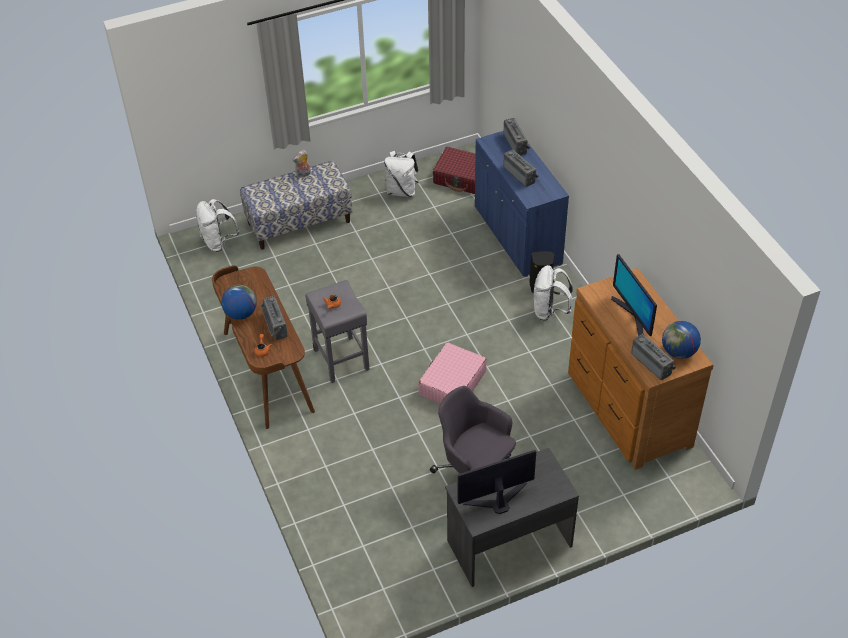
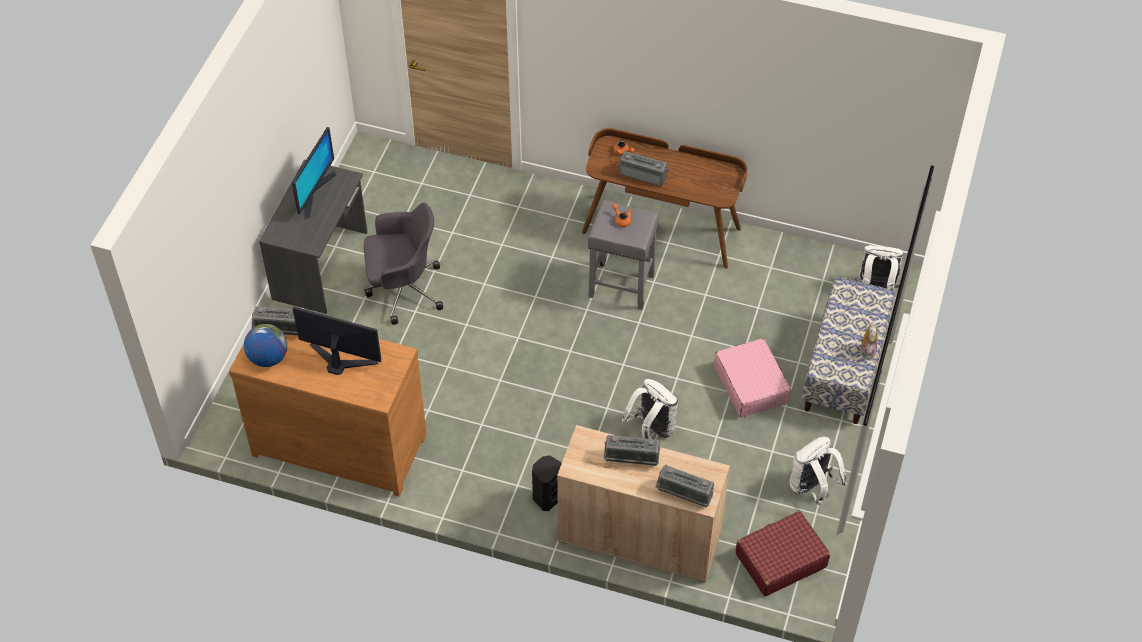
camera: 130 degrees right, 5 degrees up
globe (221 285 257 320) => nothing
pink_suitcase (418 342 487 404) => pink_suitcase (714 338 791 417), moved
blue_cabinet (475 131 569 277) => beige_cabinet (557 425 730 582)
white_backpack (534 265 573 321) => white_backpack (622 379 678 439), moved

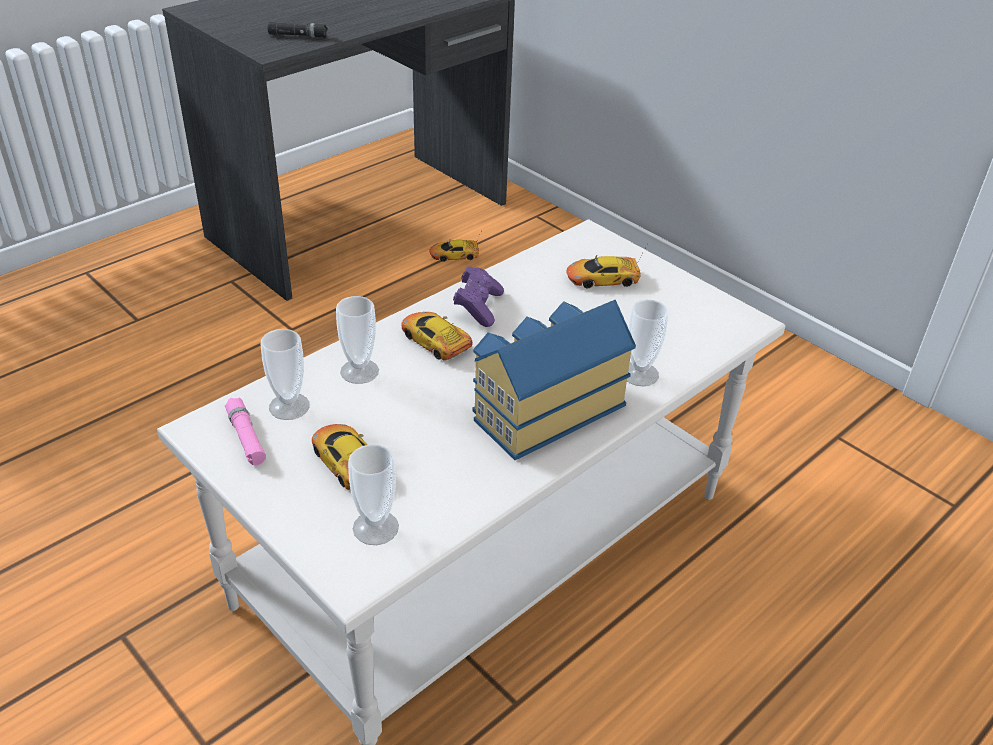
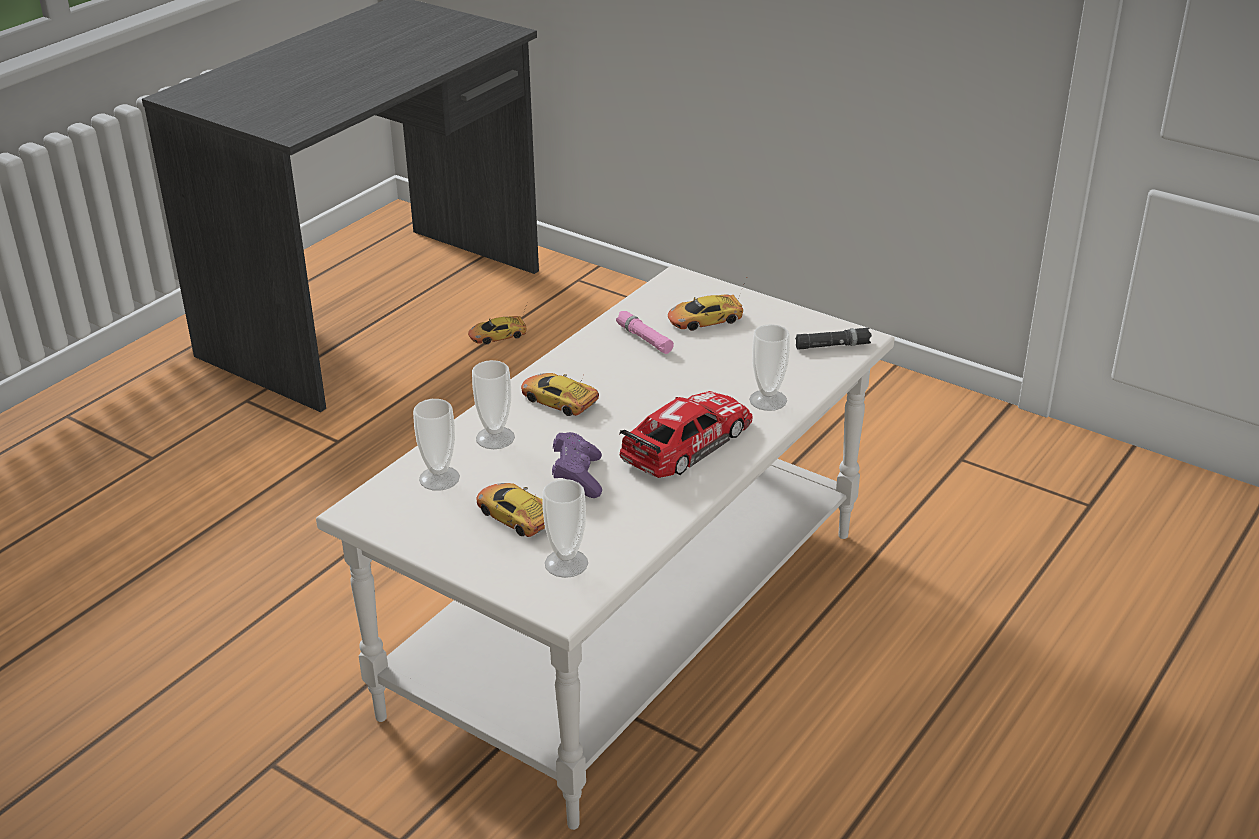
camera: 10 degrees left, 5 degrees down
pink_flashlight (225 398 266 466) => pink_flashlight (616 311 674 354), moved
black_flashlight (268 22 328 37) => black_flashlight (795 328 872 350), moved
purple_game_controller (453 266 504 327) => purple_game_controller (552 432 602 498), moved
toy_house (472 300 636 460) => toy_car (619 391 752 478)

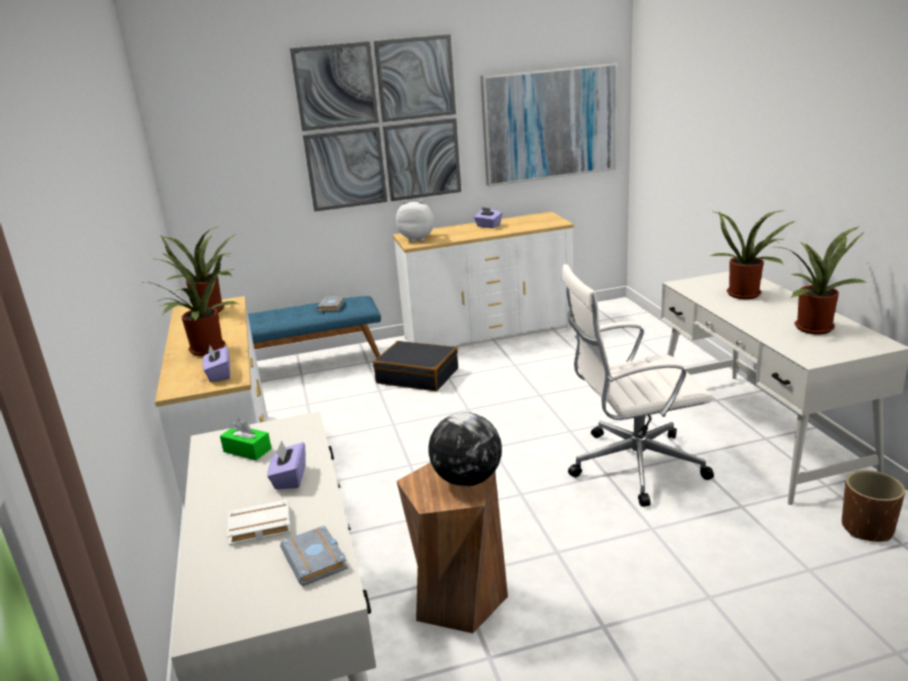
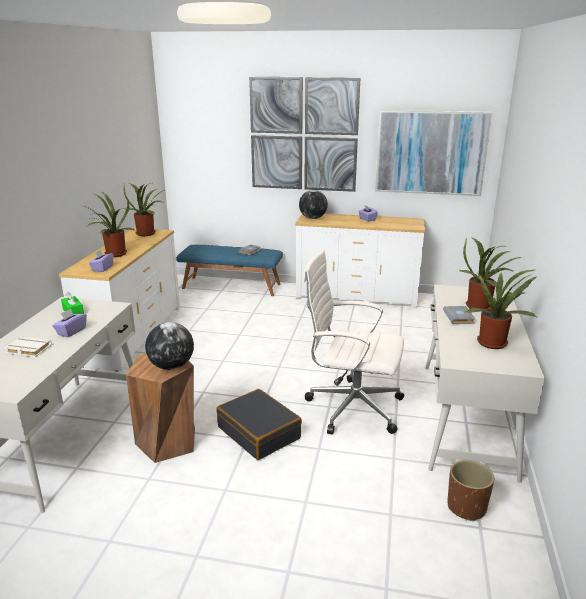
camera: 25 degrees right, 0 degrees up
grey_book (280 525 348 586) => grey_book (443 306 475 324), moved
black_suitcase (373 341 458 391) => black_suitcase (216 389 302 460), moved
plush_toy (396 200 435 242) => globe (299 190 328 219)

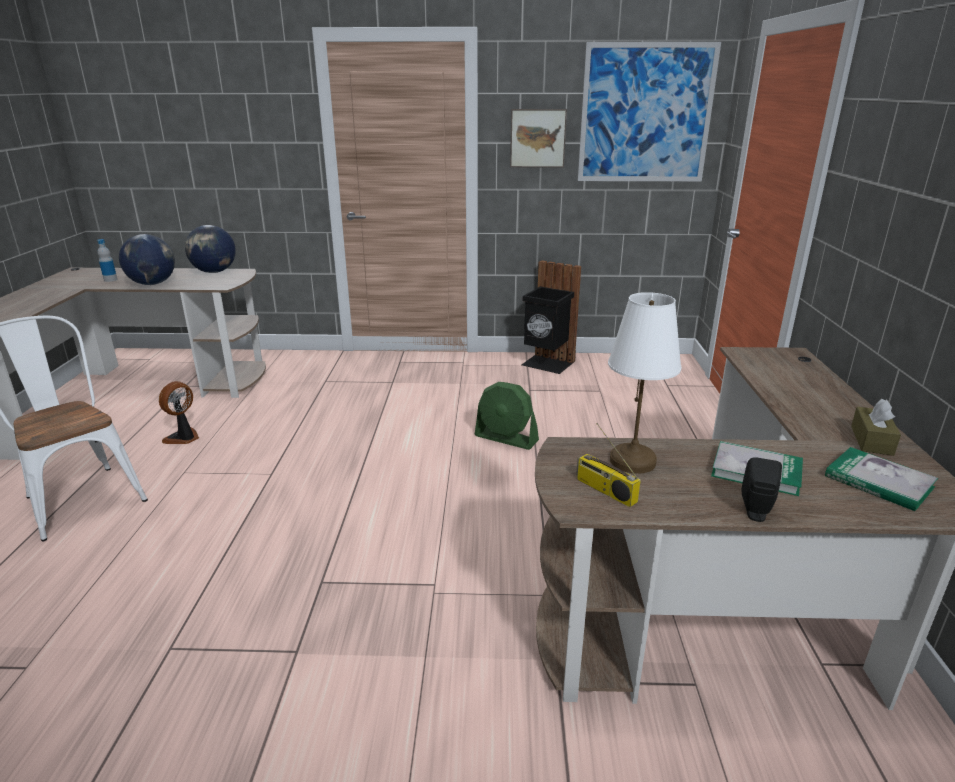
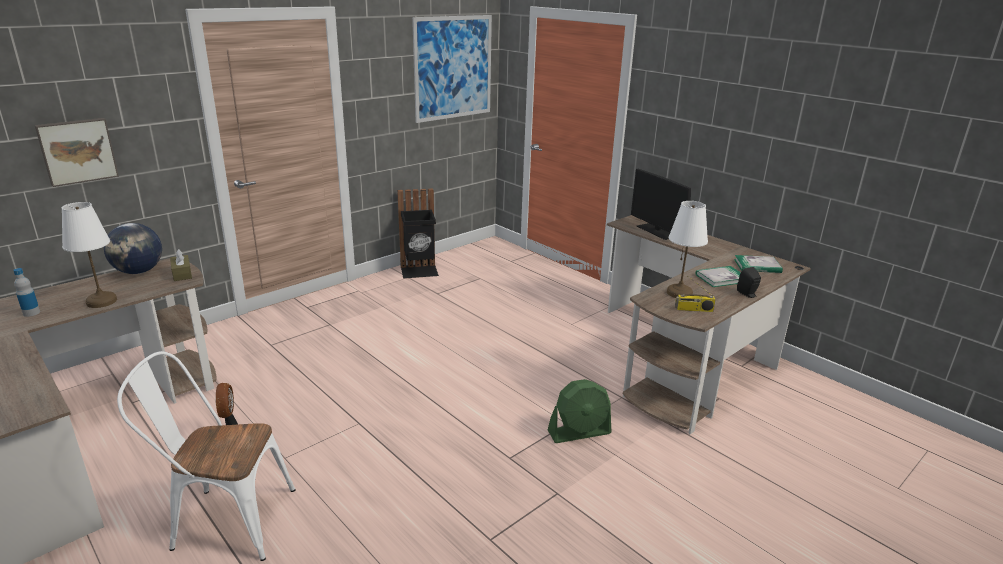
camera: 45 degrees left, 0 degrees up
globe (119 234 175 285) => white_table_lamp (62 202 117 308)
green_fan (475 382 539 450) => green_fan (548 379 611 443), moved
picture (510 109 567 167) => picture (34 118 119 187), moved
brown_tissue_box (851 399 901 456) => brown_tissue_box (170 249 192 281), moved
nothing => monitor (631 169 691 240)

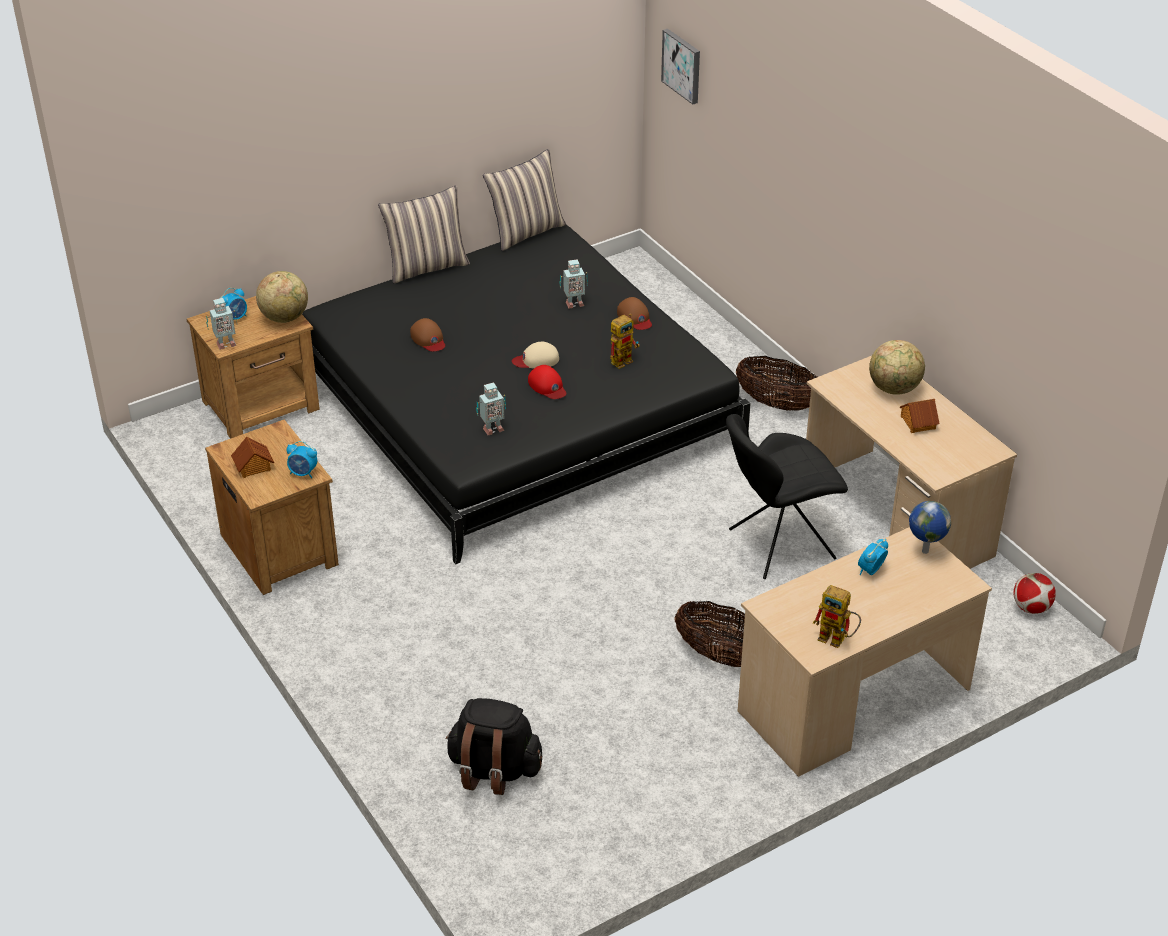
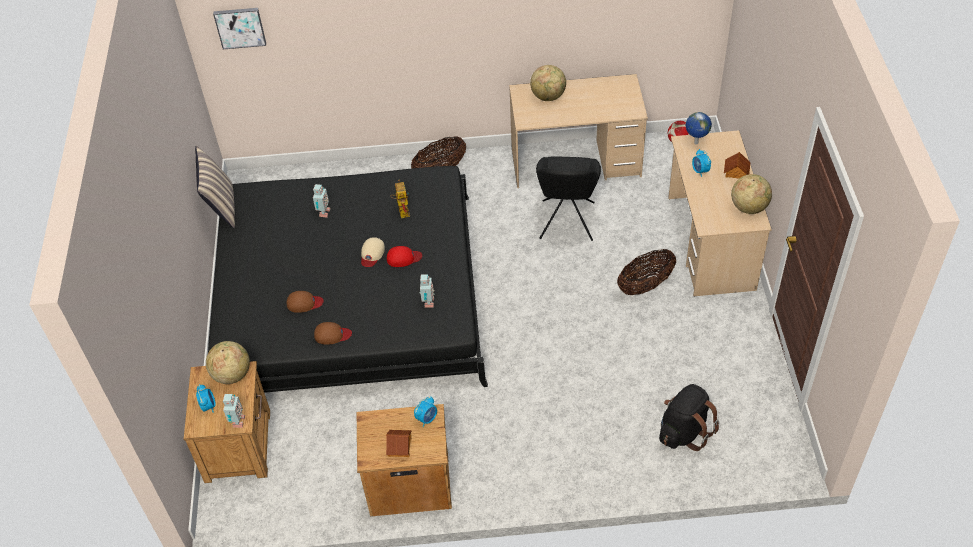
camera: 60 degrees left, 10 degrees up
pillow (378 185 470 283) => nothing
brown_cap (617 297 652 330) => brown_cap (314 322 352 345), moved
toy_robot (813 585 861 648) => globe (731 174 772 214)
toy_house (900 399 940 433) => toy_house (724 152 750 178), moved

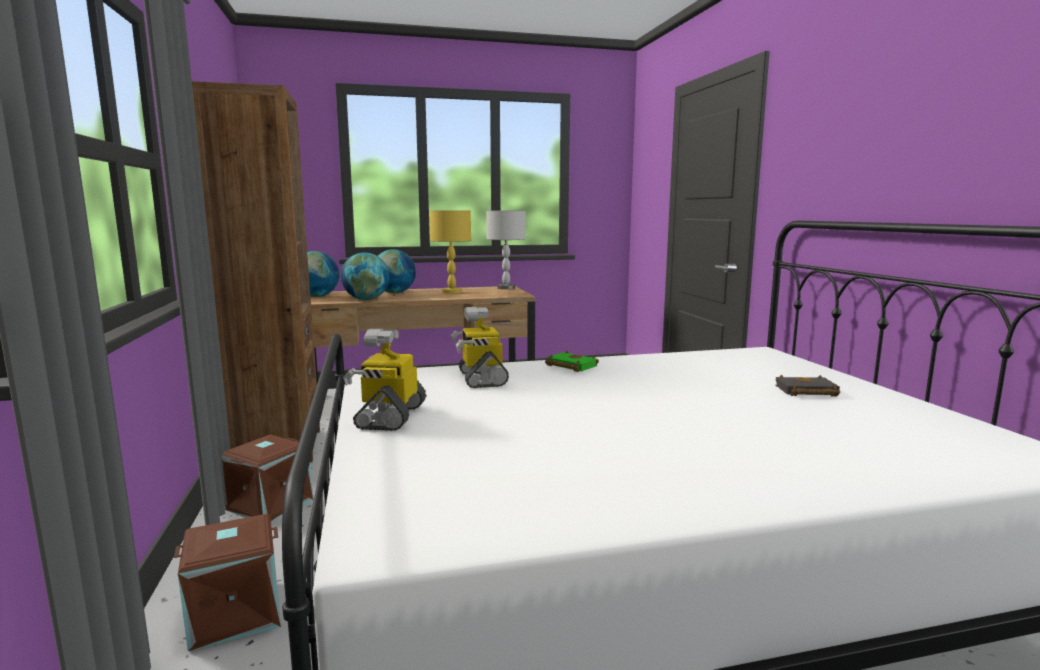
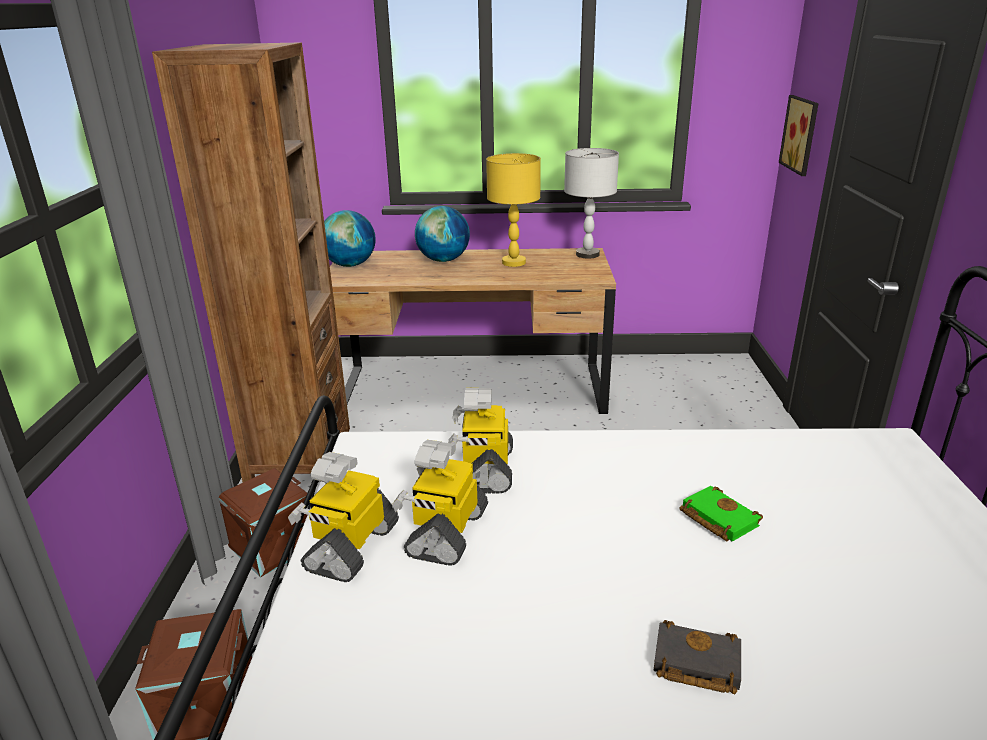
camera: 15 degrees right, 15 degrees up
globe (341 252 389 300) => nothing
green_book (545 351 599 372) => green_book (680 486 763 542), moved
black_book (775 375 840 396) => black_book (654 620 741 694), moved
nothing => toy_robot (392 440 488 566)
nothing => picture (779 95 819 176)

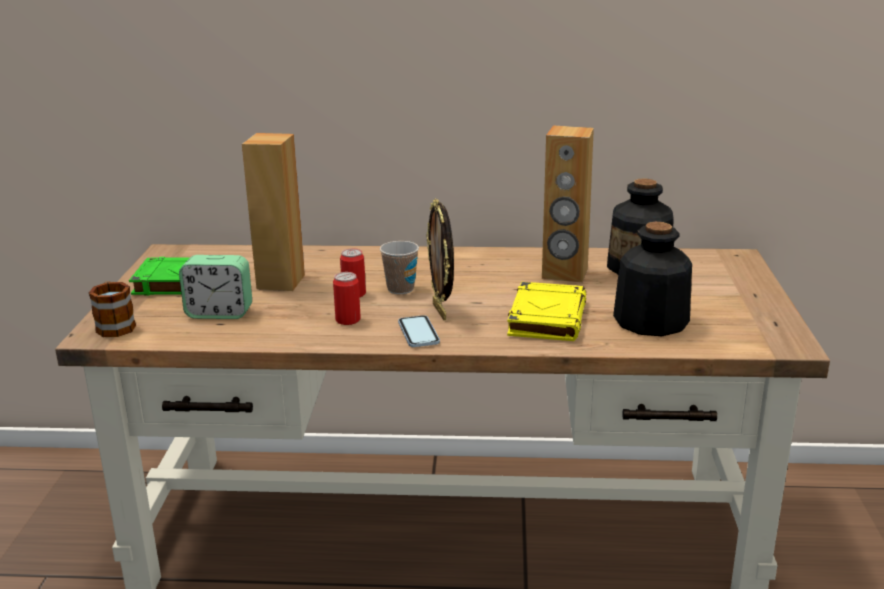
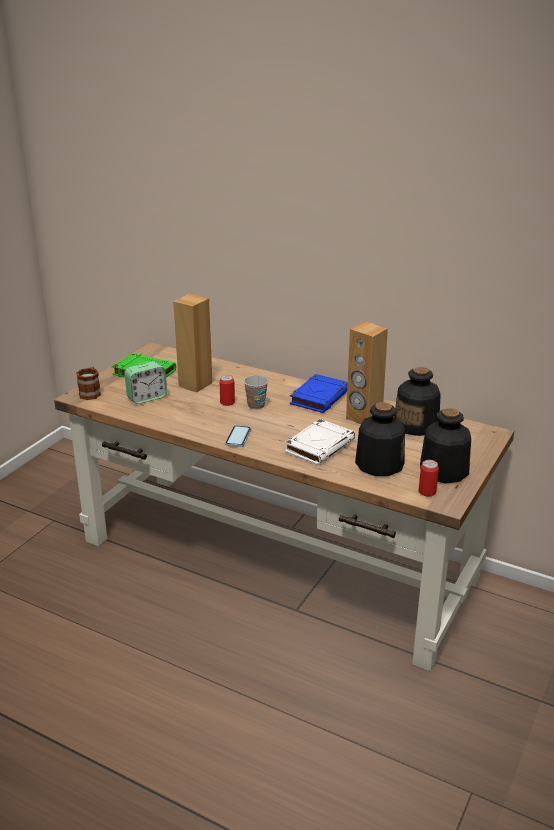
camera: 25 degrees right, 5 degrees up
alarm_clock (179 255 252 319) => alarm_clock (124 361 167 404), 60 degrees counterclockwise
can (333 272 361 325) => can (419 460 439 497), moved
picture_frame (426 199 454 320) => nothing
yellow_book (507 282 586 341) => white_book (285 419 355 465)
nothing => blue_book (290 374 348 413)
nothing => bottle (420 408 471 483)

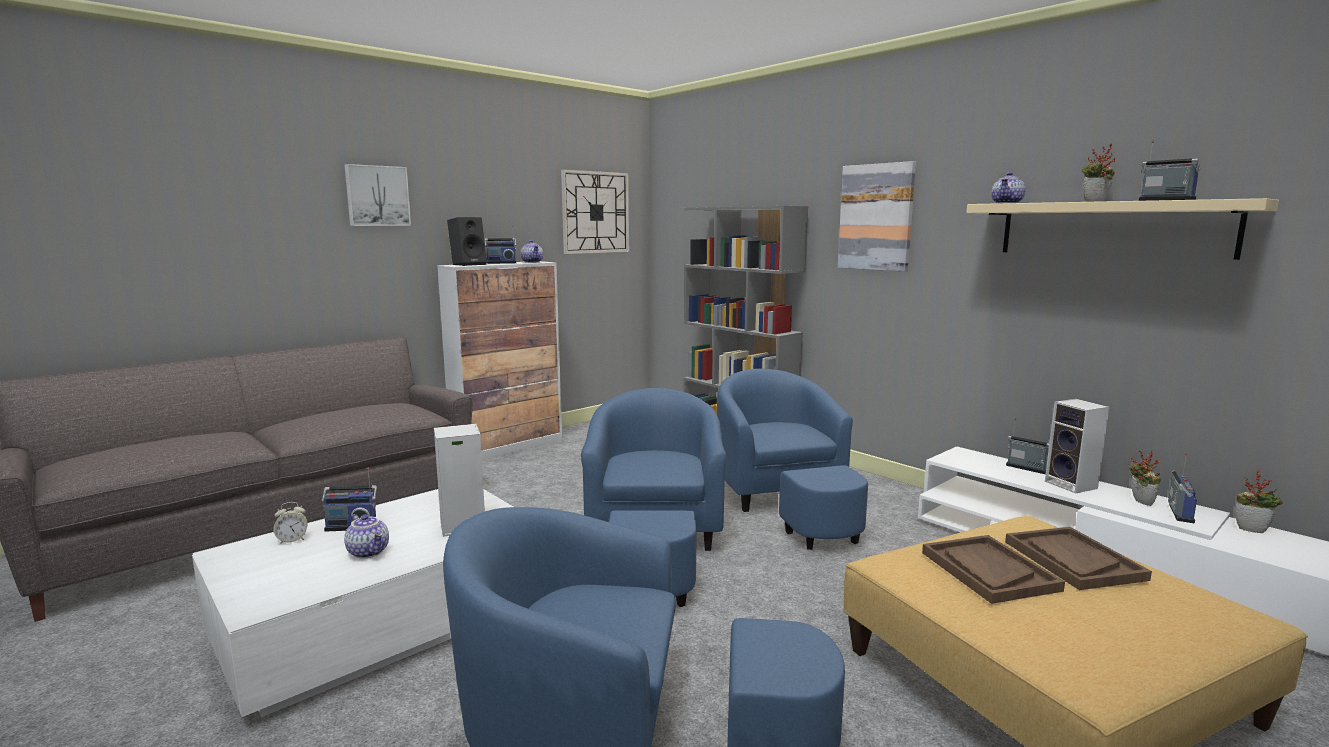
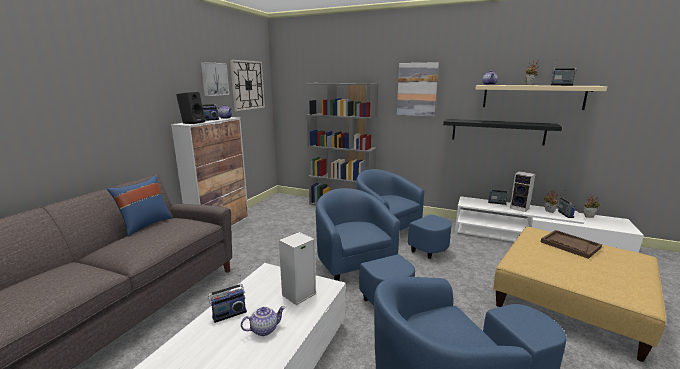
camera: 25 degrees left, 5 degrees up
alarm_clock (273 502 308 544) => nothing
picture (344 164 411 226) => picture (201 62 229 96), moved
teapot (344 514 389 559) => teapot (241 306 285 336), 45 degrees counterclockwise
brown_tray (922 535 1065 604) => nothing
nothing => blue_pillow (107 175 172 237)
nothing => black_shelf (443 119 562 145)

